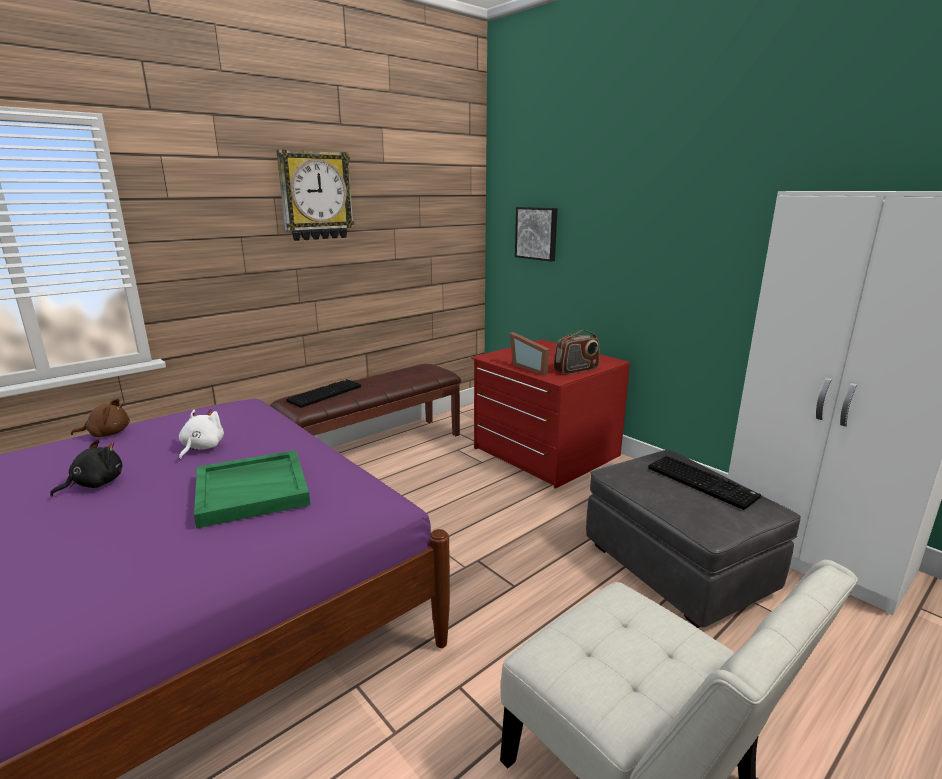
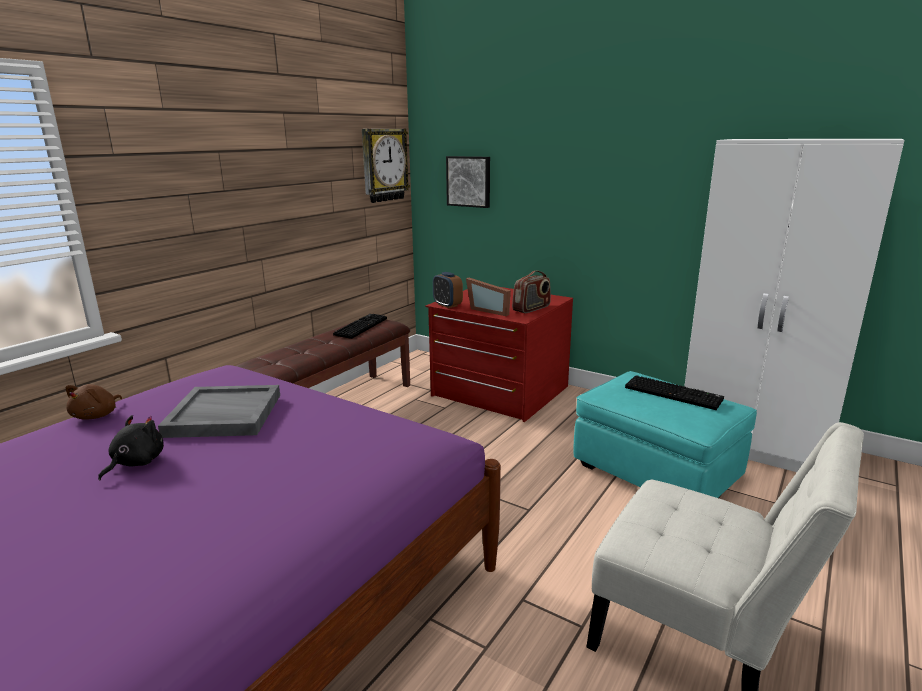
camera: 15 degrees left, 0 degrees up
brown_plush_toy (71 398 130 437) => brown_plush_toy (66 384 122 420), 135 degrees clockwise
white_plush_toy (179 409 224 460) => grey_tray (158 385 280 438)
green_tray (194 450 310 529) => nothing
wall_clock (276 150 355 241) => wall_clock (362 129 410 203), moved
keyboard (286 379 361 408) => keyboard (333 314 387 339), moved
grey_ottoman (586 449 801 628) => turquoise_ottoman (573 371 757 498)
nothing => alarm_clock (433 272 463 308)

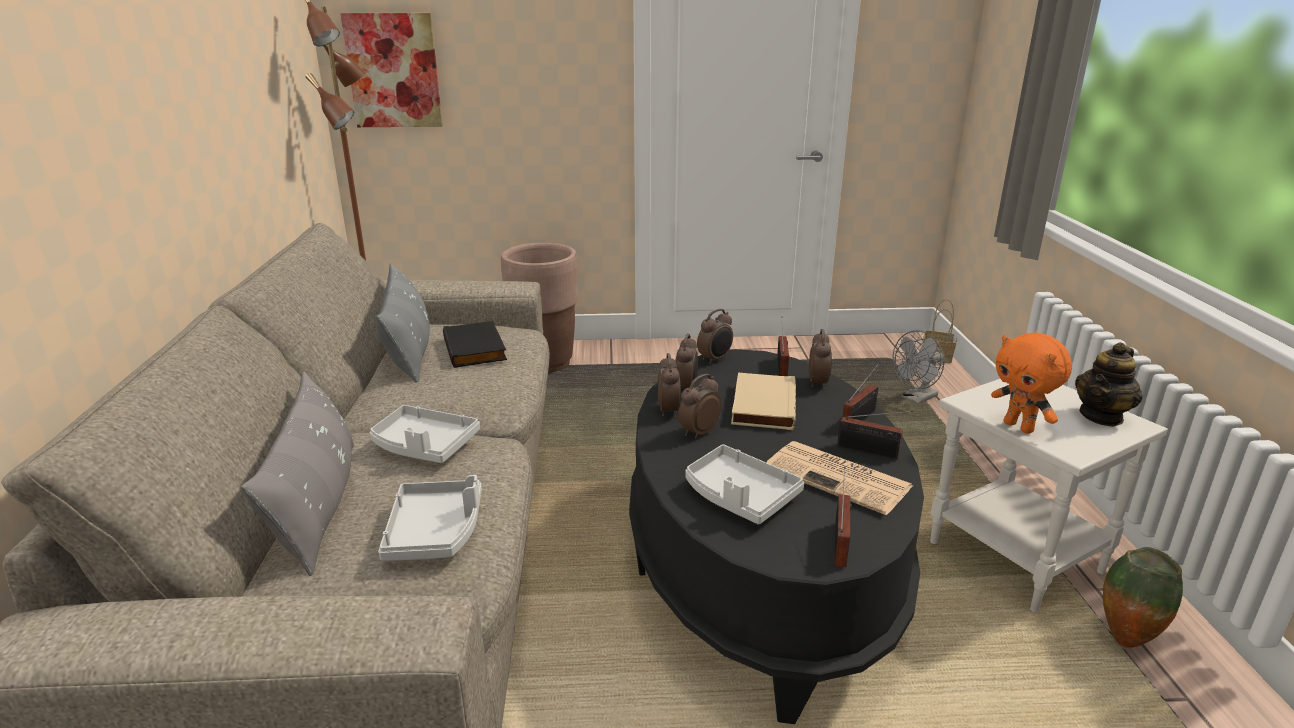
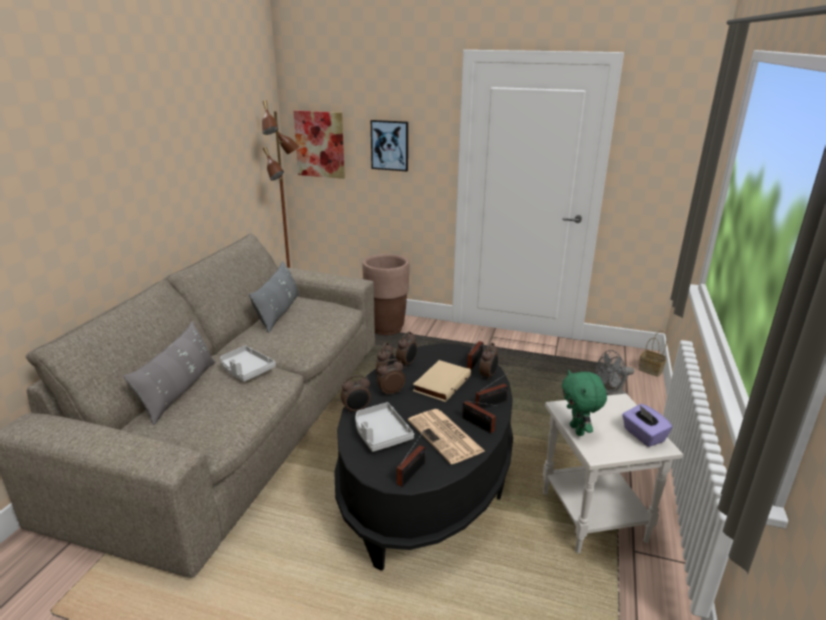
camera: 20 degrees right, 0 degrees up
grey_tray (378 475 482 561) => nothing
black_book (443 321 507 368) => nothing
alarm_clock (697 309 733 364) => alarm_clock (341 375 371 414), moved
orange_plush_toy (991 332 1072 434) => green_plush_toy (562 370 607 436)
teapot (1075 342 1143 427) => purple_tissue_box (622 404 673 447)
vase (1103 547 1183 648) => nothing
nothing => picture (371 120 408 171)

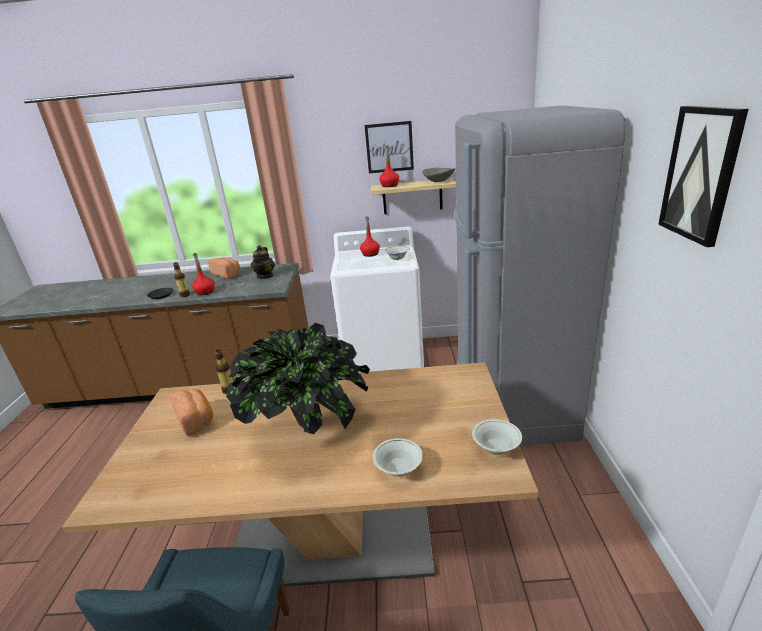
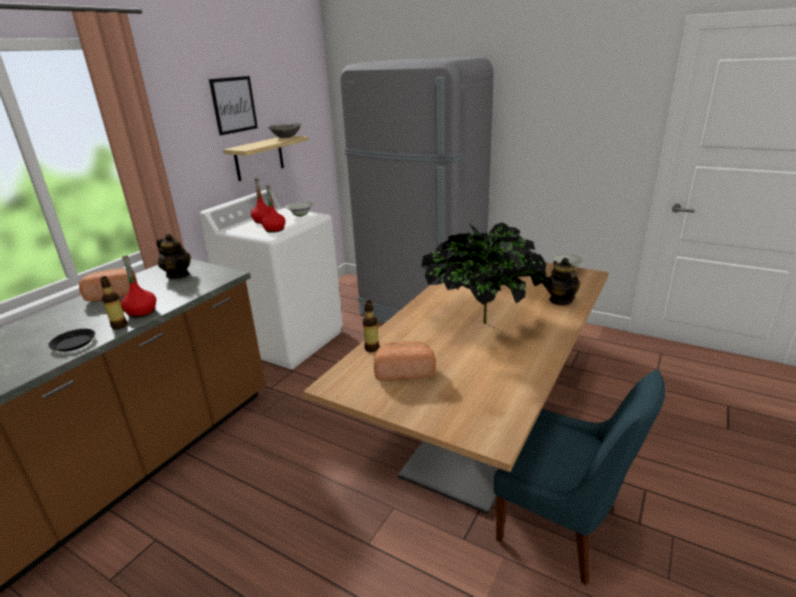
camera: 60 degrees left, 0 degrees up
white_bowl (373 438 423 476) => teapot (546 258 580 305)
red_bottle (379 146 399 187) => red_bottle (261 185 286 233), moved
picture (658 106 749 247) => nothing

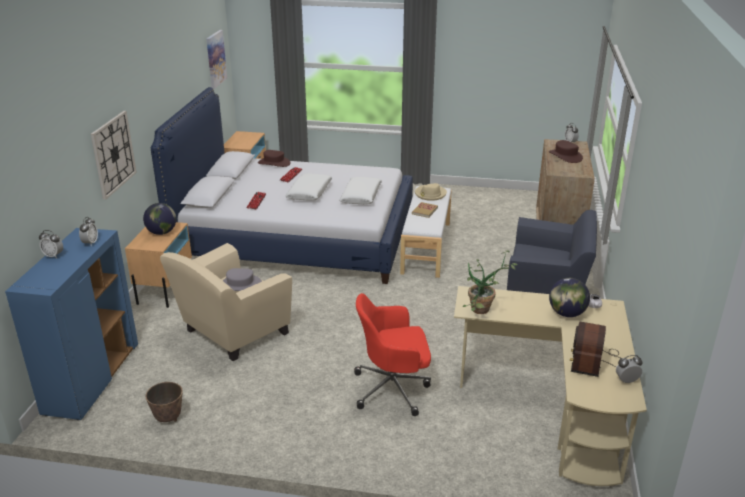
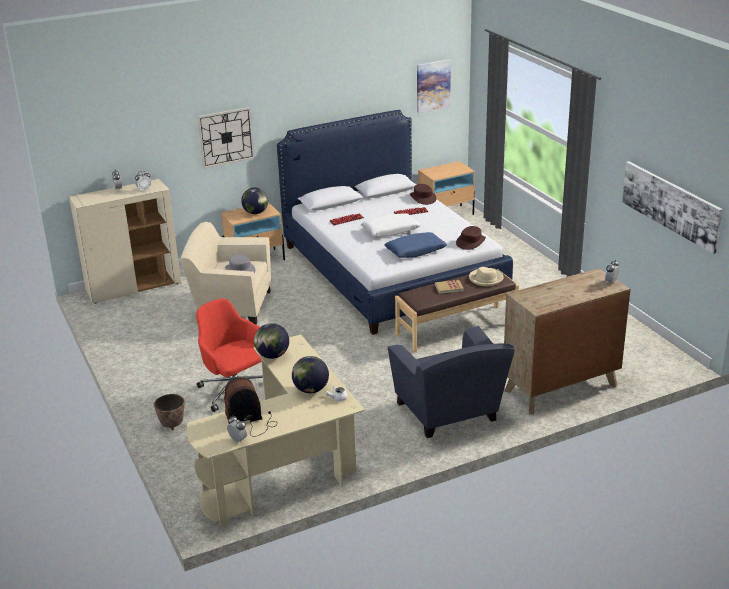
camera: 55 degrees right, 0 degrees up
blue_cabinet (5 228 138 420) => beige_cabinet (69 179 181 304)
planter (146 382 183 422) => planter (154 394 185 430), moved
white_pillow (339 177 382 204) => blue_pillow (385 232 447 258)
white_bench (400 186 452 278) => brown_bench (395 268 519 353)
potted_plant (463 250 518 314) => globe (254 323 289 359)
brown_hat (549 140 583 163) => brown_hat (456 226 486 250), moved
nothing => picture (622 161 723 254)

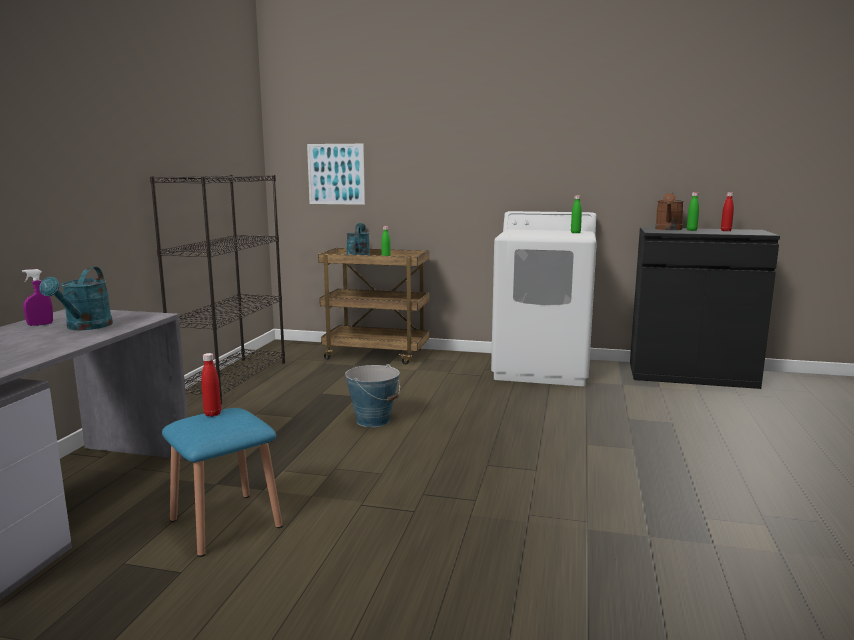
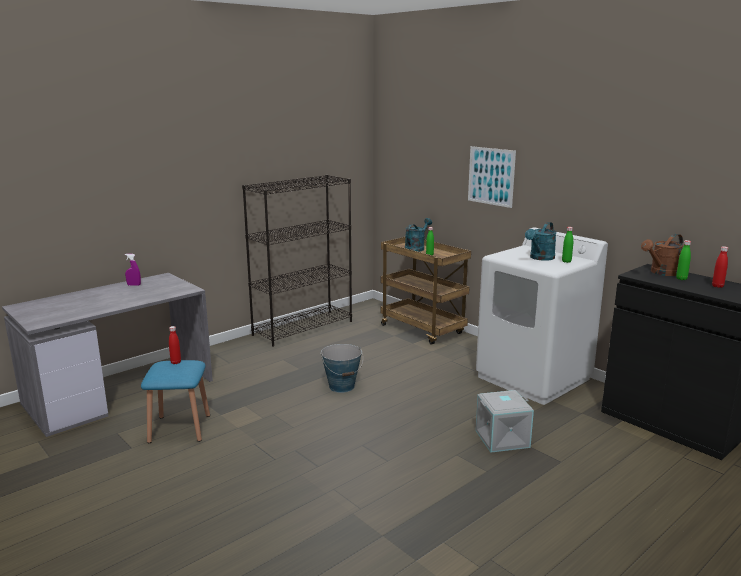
camera: 35 degrees right, 5 degrees up
turquoise_watering_can (39 267 113 330) => turquoise_watering_can (525 222 557 261), moved
picture (307 144 365 205) => picture (468 146 516 208), moved
nothing => grey_storage_box (475 390 534 453)

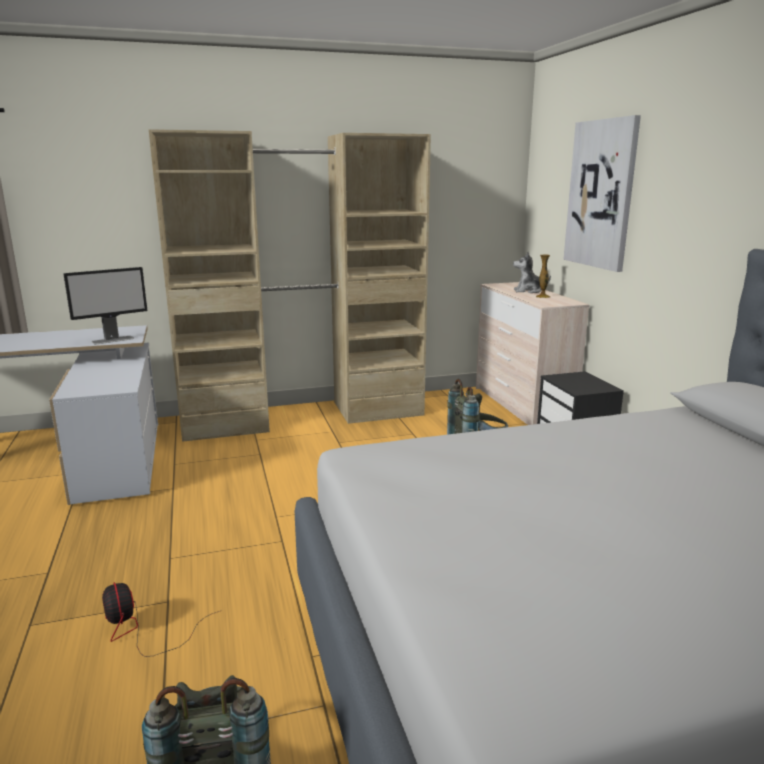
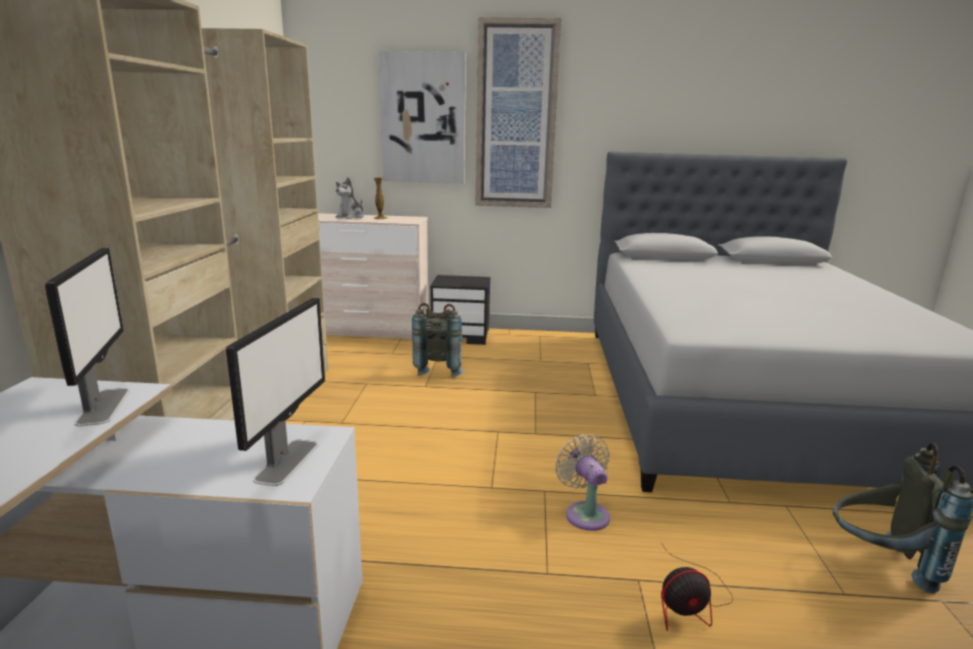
camera: 70 degrees left, 0 degrees up
nothing => monitor (226 298 325 486)
nothing => picture (476 17 561 208)
nothing => beige_fan (555 434 610 531)

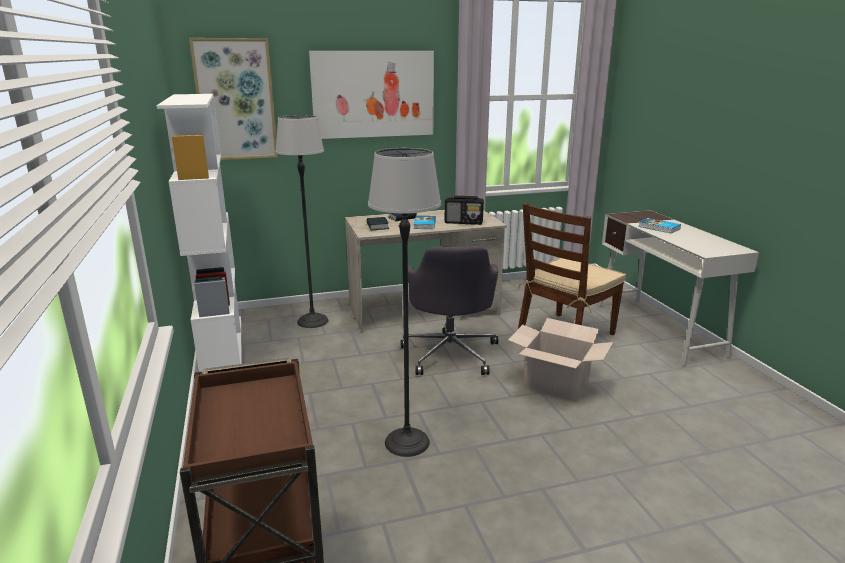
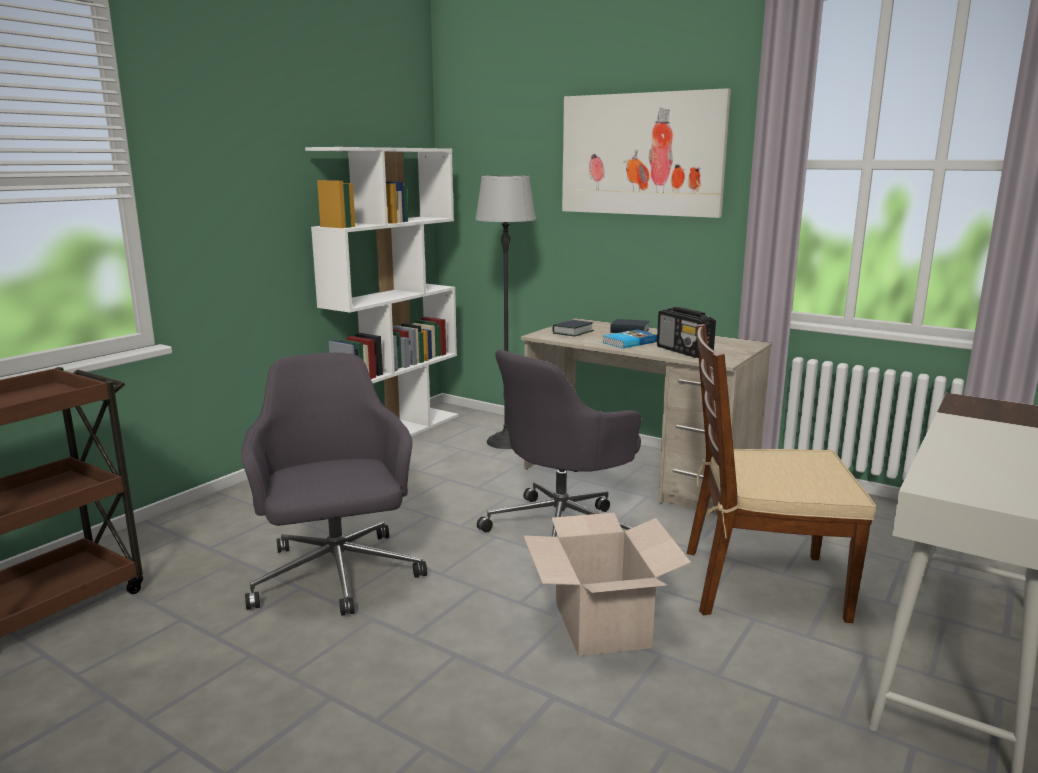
camera: 50 degrees right, 5 degrees down
picture (189 38 278 160) => nothing
floor_lamp (368 148 441 457) => grey_office_chair (241 352 427 616)
book (638 218 681 233) => nothing

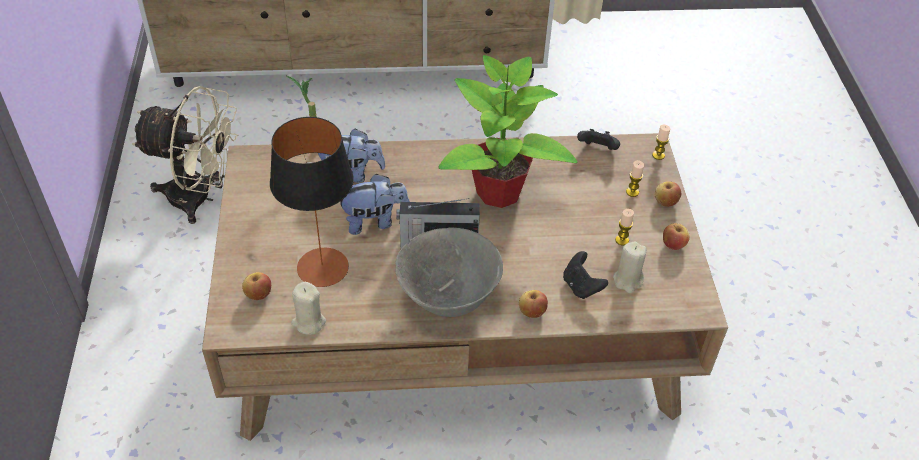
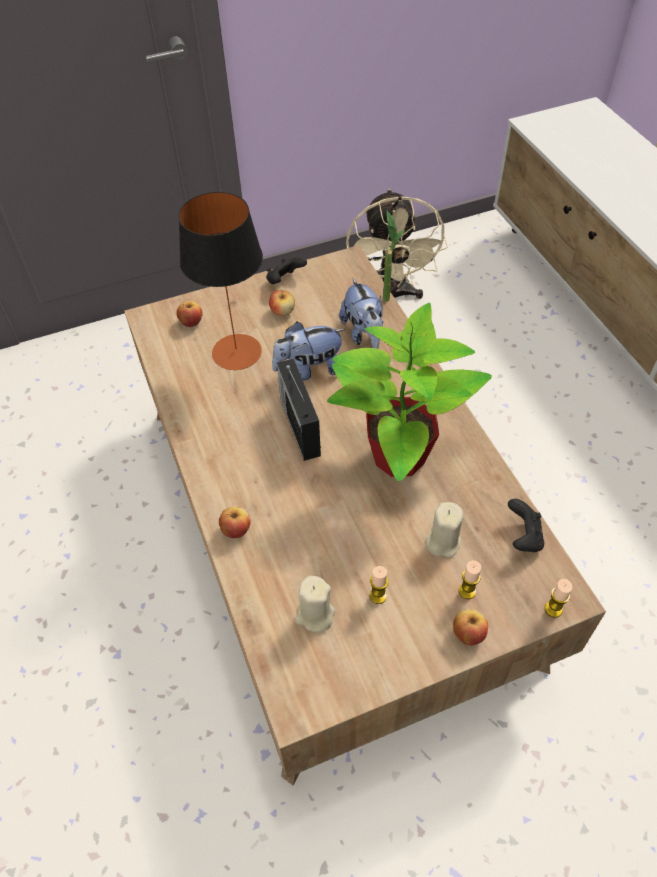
camera: 75 degrees right, 5 degrees up
beige_candle (291 282 326 335) => beige_candle (426 502 463 557), moved
plush_toy (340 174 410 235) => plush_toy (272 322 345 381), 105 degrees clockwise
grey_bowl (395 228 503 317) => nothing
black_game_controller (563 251 608 299) => black_game_controller (266 257 307 284), moved
apple (663 223 690 250) => apple (269 290 295 316), moved

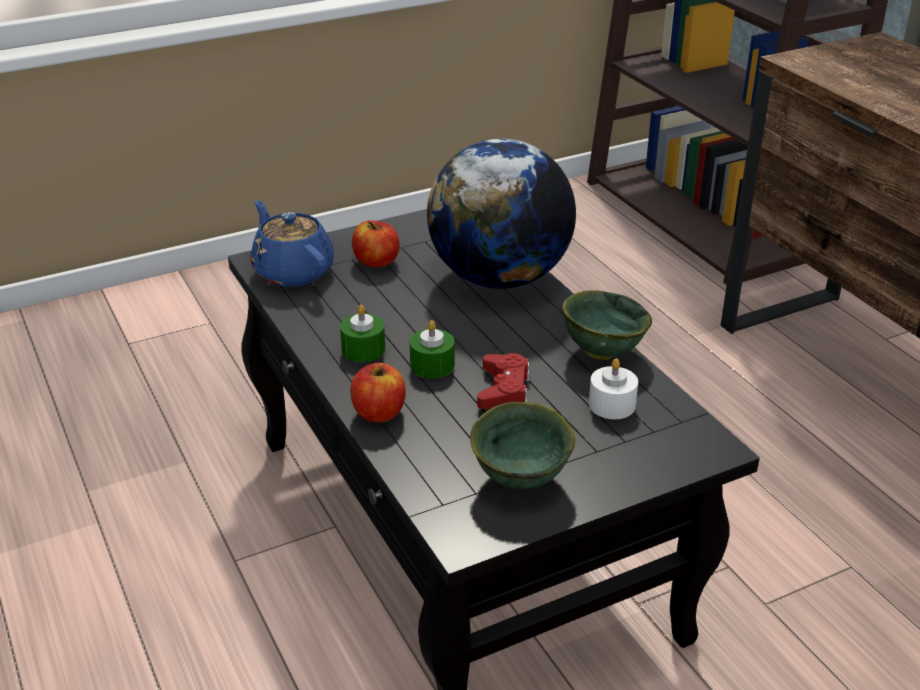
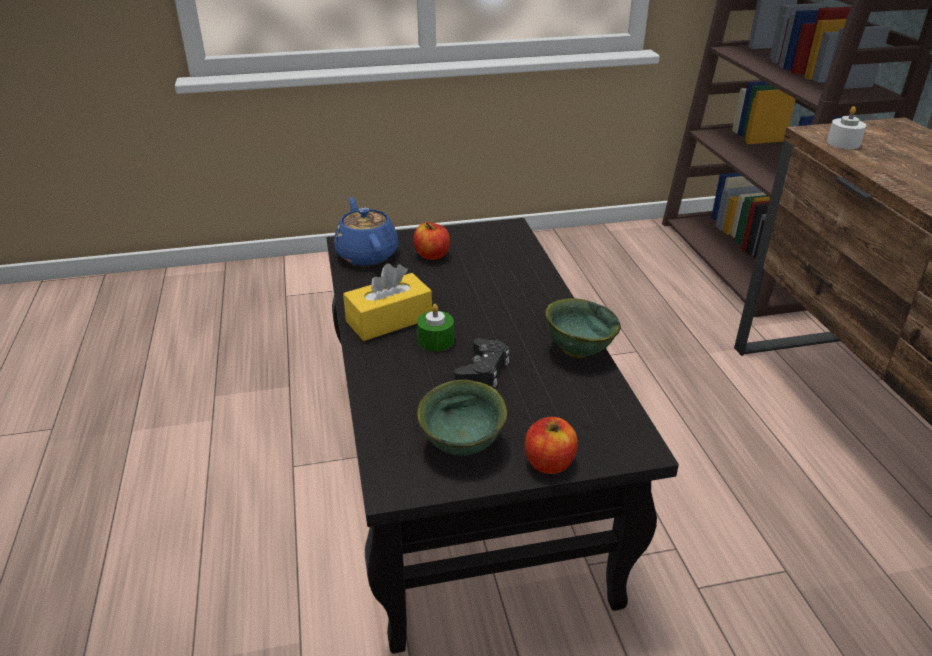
camera: 15 degrees right, 0 degrees up
green_candle (340 305 385 362) => yellow_tissue_box (343 264 432 341)
apple (350 363 406 422) => apple (525 417 577 474), moved
globe (427 139 576 289) => nothing
red_game_controller (477 353 530 409) => black_game_controller (454 338 509 387)
white_candle (589 358 638 419) => white_candle (827 106 866 149), moved

